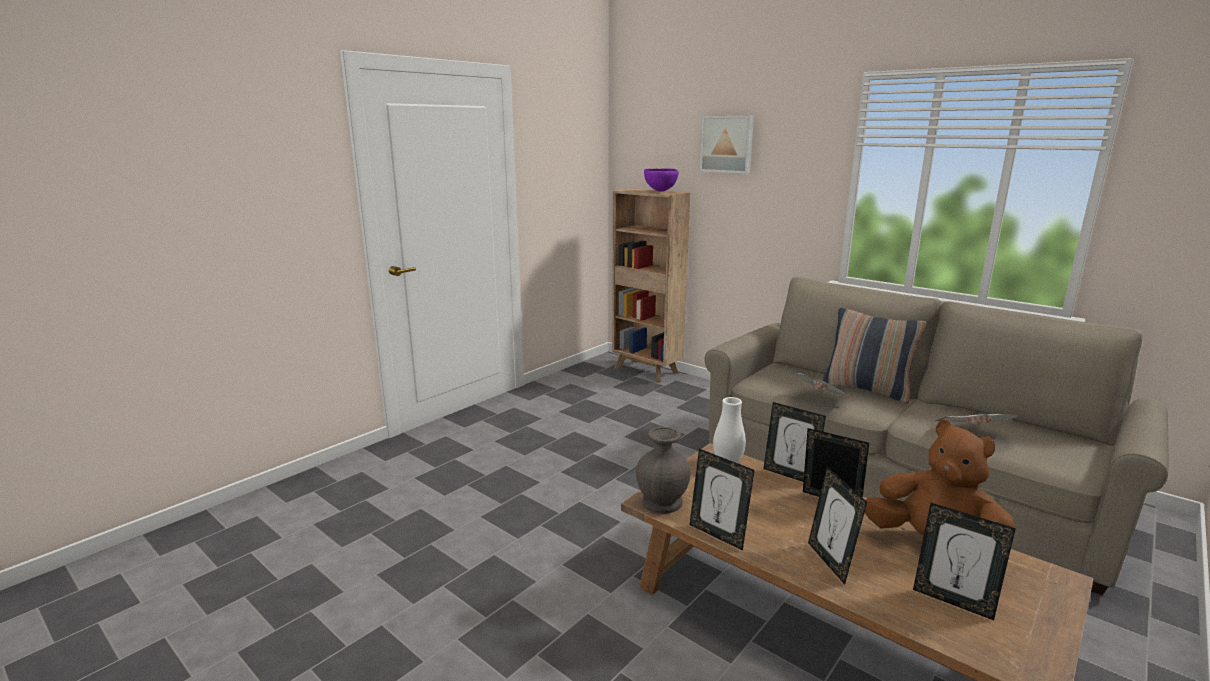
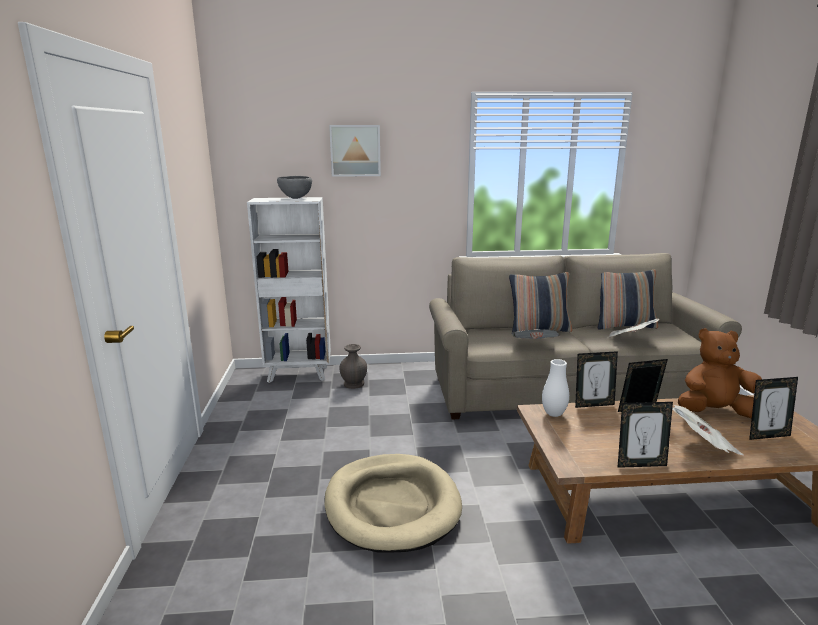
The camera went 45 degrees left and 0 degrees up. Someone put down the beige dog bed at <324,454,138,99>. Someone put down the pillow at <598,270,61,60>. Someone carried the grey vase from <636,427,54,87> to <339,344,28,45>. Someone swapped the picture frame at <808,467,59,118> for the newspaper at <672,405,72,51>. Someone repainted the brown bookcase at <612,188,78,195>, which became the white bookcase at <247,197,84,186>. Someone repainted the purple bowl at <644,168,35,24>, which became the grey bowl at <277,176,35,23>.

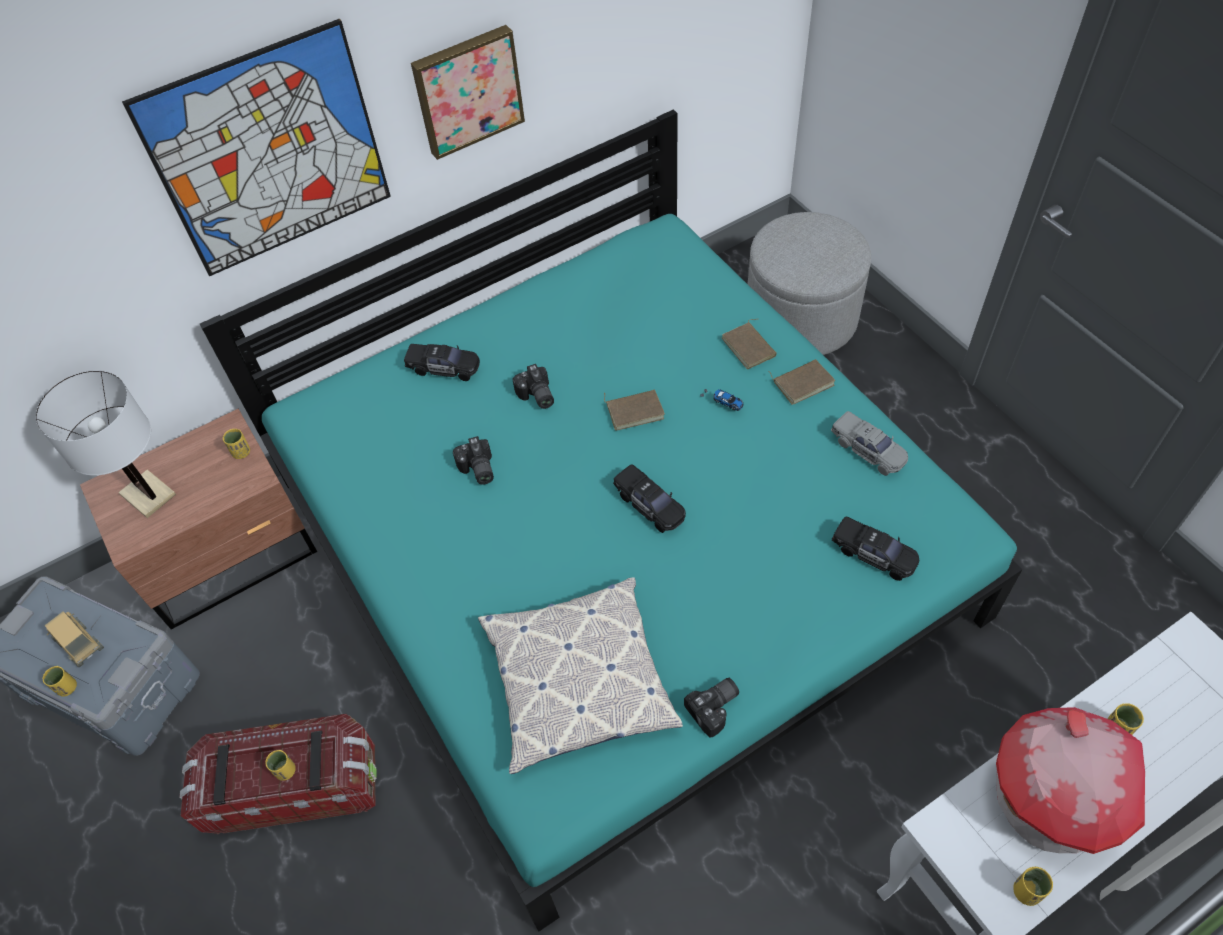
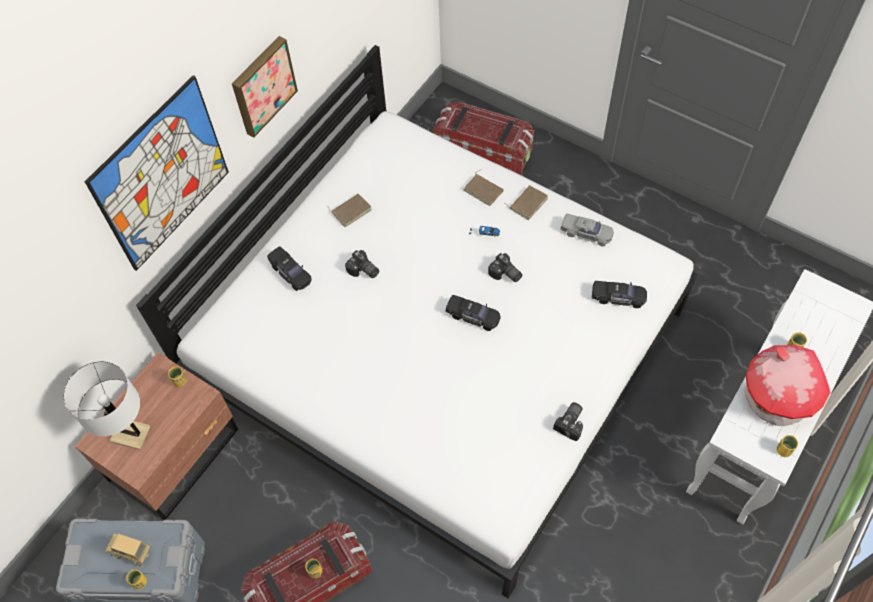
The camera went 25 degrees left and 5 degrees up. Someone took away the pillow at <478,577,205,197>. Someone carried the photo camera from <453,436,41,49> to <488,253,34,29>. Someone carried the brown book from <604,389,61,41> to <327,194,45,33>. Someone swapped the grey ottoman at <748,212,123,143> for the storage box at <433,101,101,74>. Someone repainted the turquoise bed at <200,109,823,823>, which became the white bed at <136,45,561,553>. Someone rotated the black toy car at <404,344,76,37> by 60 degrees clockwise.

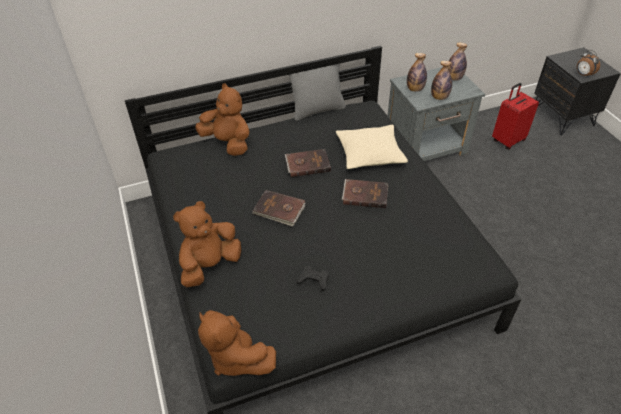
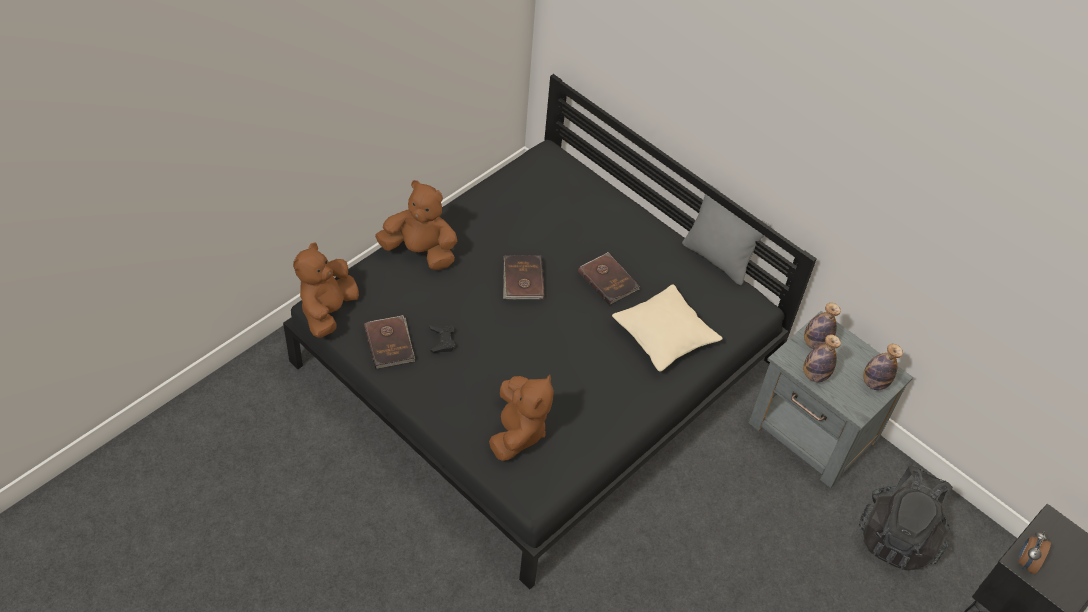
The camera went 60 degrees right and 5 degrees up. Someone carried the brown plush toy from <195,83,55,73> to <489,374,65,87>. Someone carried the brown book from <342,179,47,29> to <364,315,51,54>. Someone swapped the red suitcase at <492,83,47,67> for the black backpack at <859,464,94,107>.

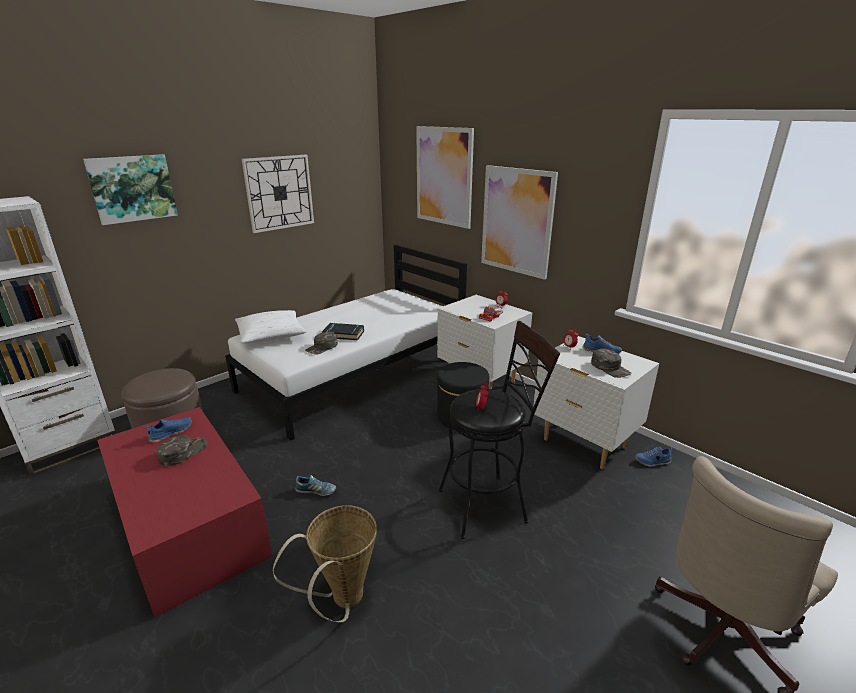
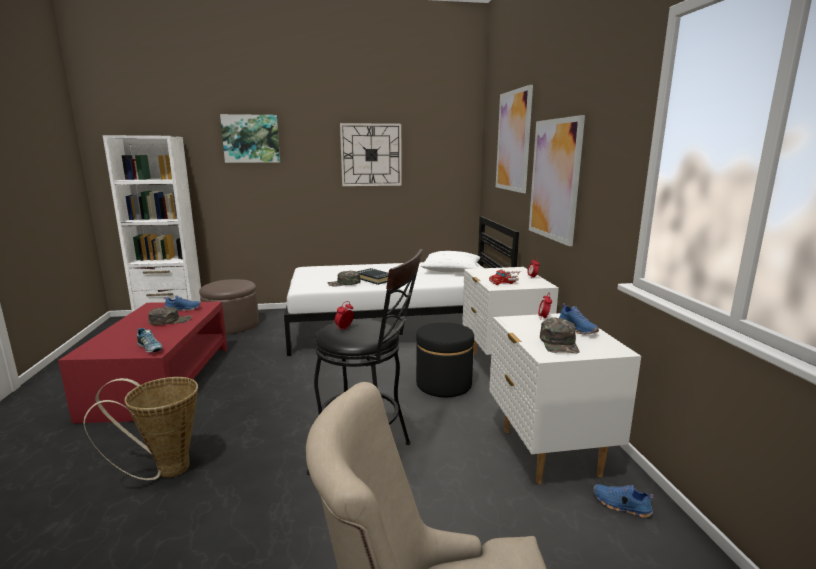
The camera went 35 degrees right and 10 degrees down. Someone carried the white pillow from <235,310,72,33> to <421,251,60,22>. Someone carried the shoe from <295,475,41,21> to <137,328,26,25>.

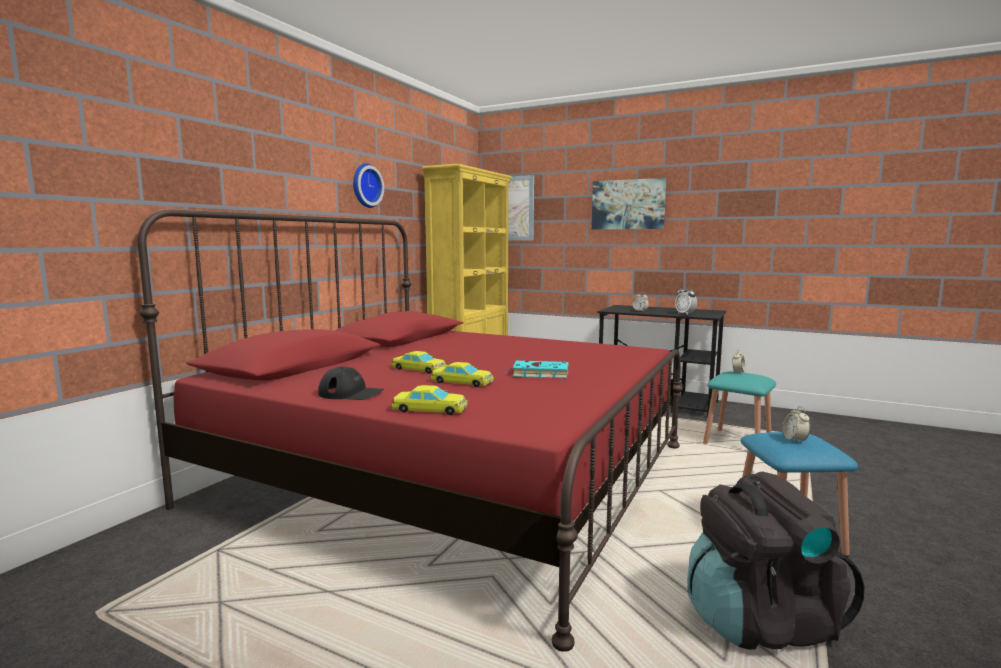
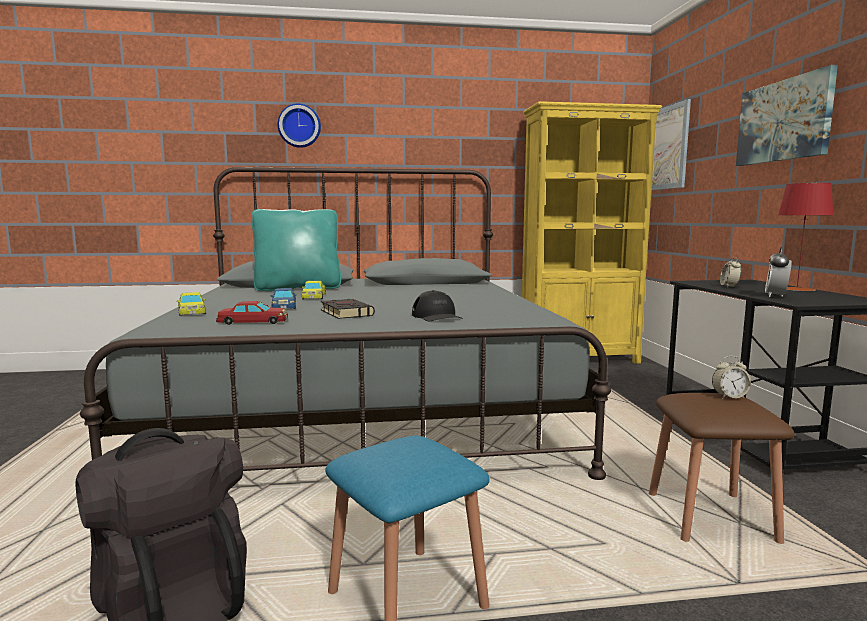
The camera went 55 degrees right and 0 degrees up. Someone took away the alarm clock at <783,406,27,37>. Someone put down the red toy car at <216,301,72,24>. Someone put down the turquoise pillow at <251,209,90,82>. Someone put down the red table lamp at <778,183,55,108>. Someone carried the black cap from <318,367,66,33> to <412,290,51,31>. Someone carried the wall clock from <353,163,31,45> to <278,104,43,44>. Someone repainted the red bed at <138,209,545,443>, which became the grey bed at <80,167,531,313>. Someone repainted the yellow toy car at <430,362,64,25>, which became the blue toy car at <271,288,25,21>. Someone repainted the turquoise book at <504,361,65,17>, which became the black book at <321,299,54,20>. Someone repainted the turquoise stool at <703,371,73,73>, which became the brown stool at <649,393,146,151>.

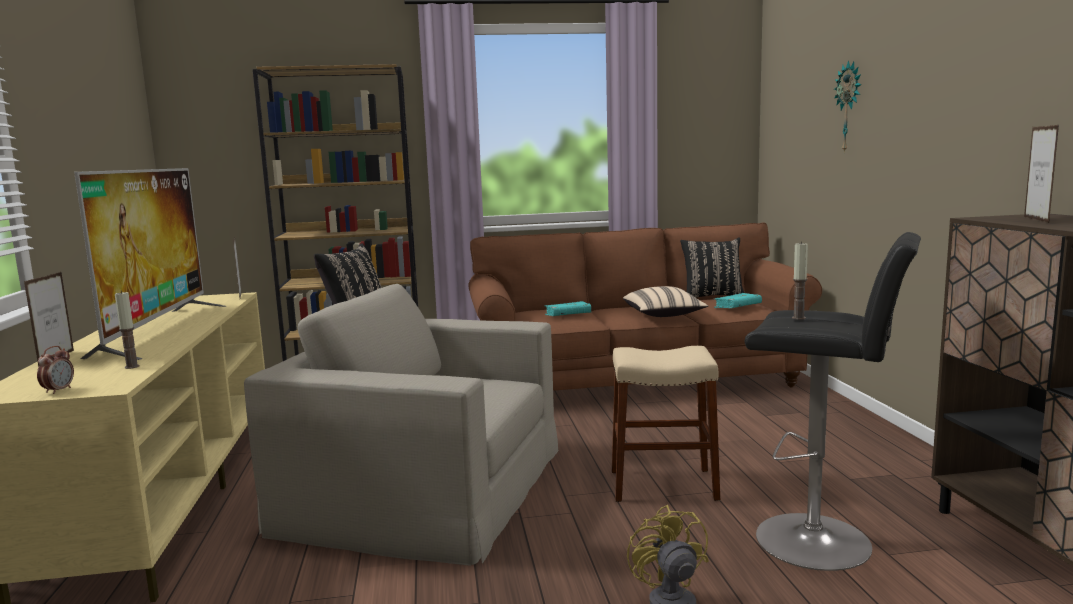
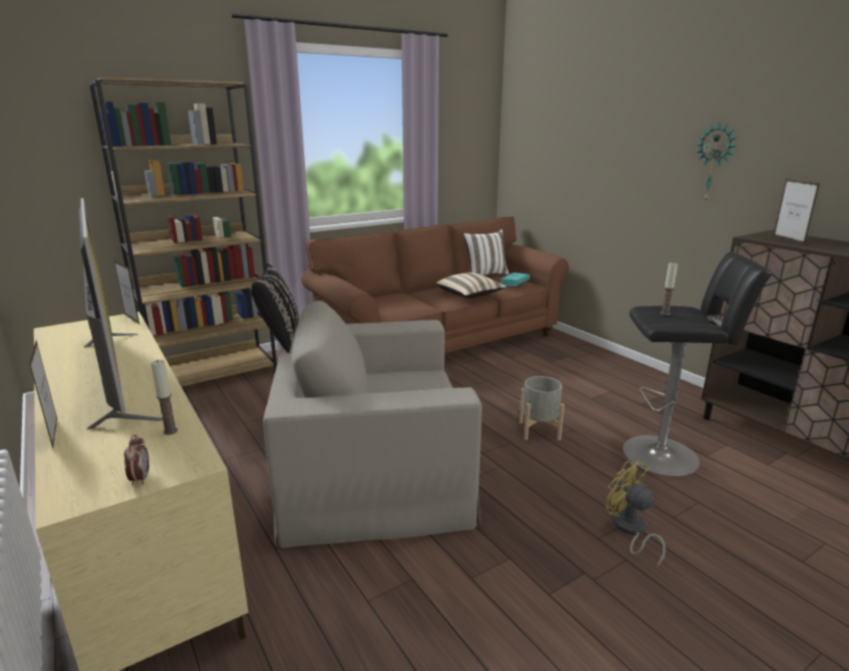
The camera went 25 degrees left and 10 degrees up. Someone took away the turquoise book at <545,301,46,15>. Someone carried the wall clock from <834,61,28,92> to <696,123,41,80>. Someone swapped the beige stool at <612,346,108,156> for the grey planter at <519,376,45,64>. Someone repainted the black pillow at <680,237,64,61>, which became the white pillow at <464,229,45,46>.

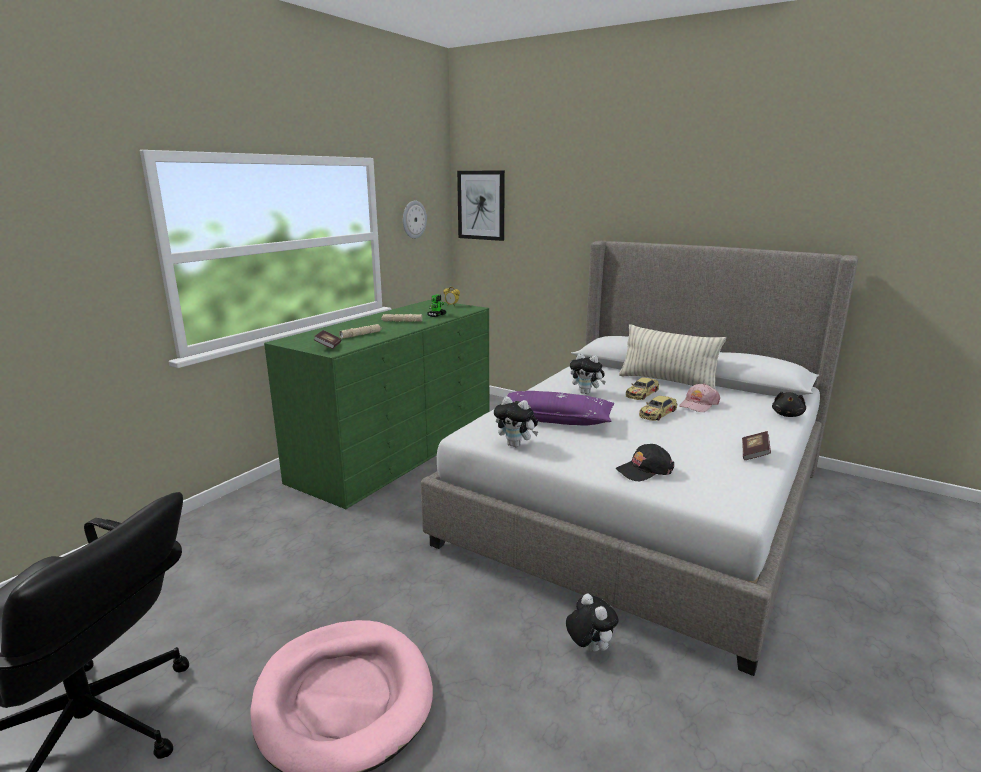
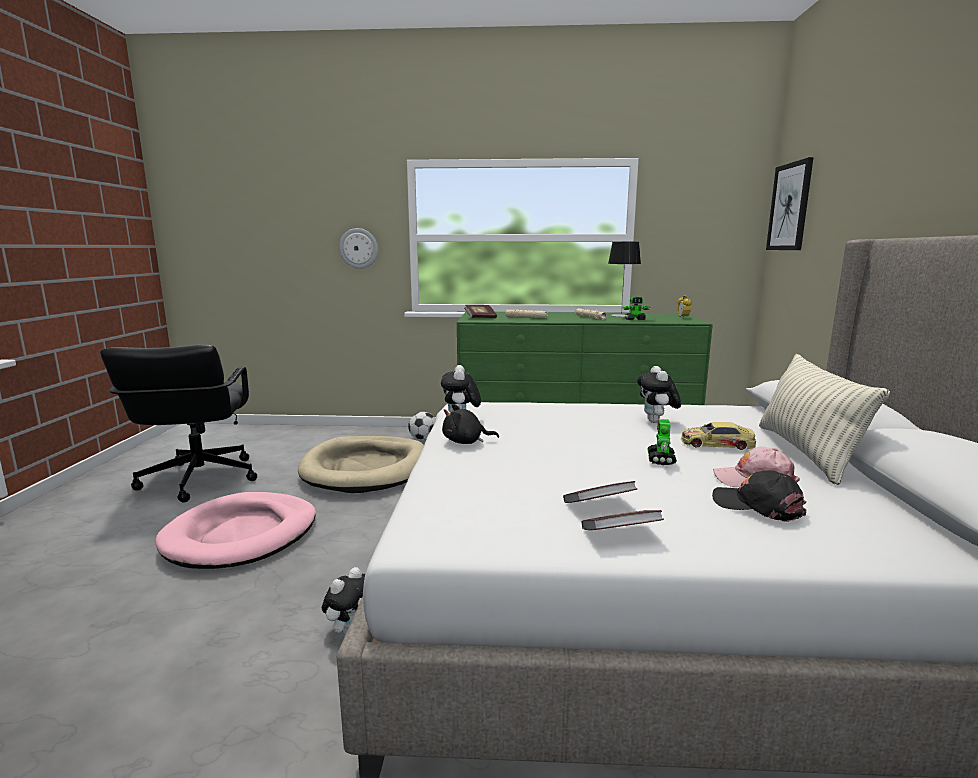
The camera went 60 degrees right and 5 degrees down. Someone took away the purple pillow at <507,391,107,34>. Someone put down the beige dog bed at <298,436,126,57>. Someone put down the football at <408,412,27,28>. Someone put down the book at <563,481,74,22>. Someone put down the table lamp at <608,242,33,75>. Someone carried the wall clock from <403,200,24,39> to <339,228,39,41>. Someone carried the black cap from <616,444,58,37> to <712,470,94,52>. Someone carried the black plush toy from <772,391,34,26> to <442,404,57,40>. Someone swapped the toy car at <639,396,38,25> for the toy robot at <647,419,30,46>.

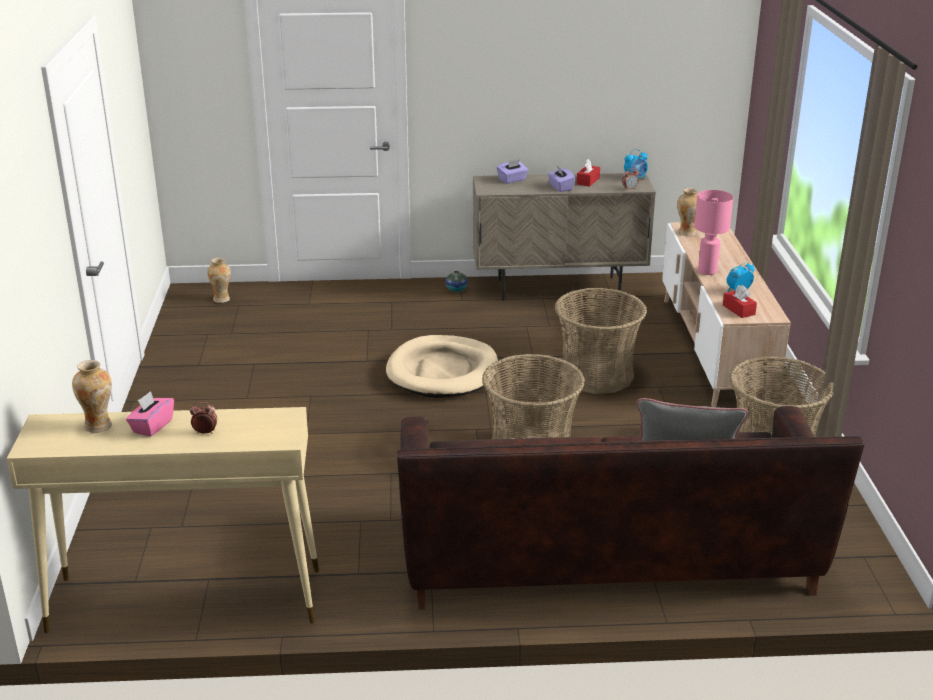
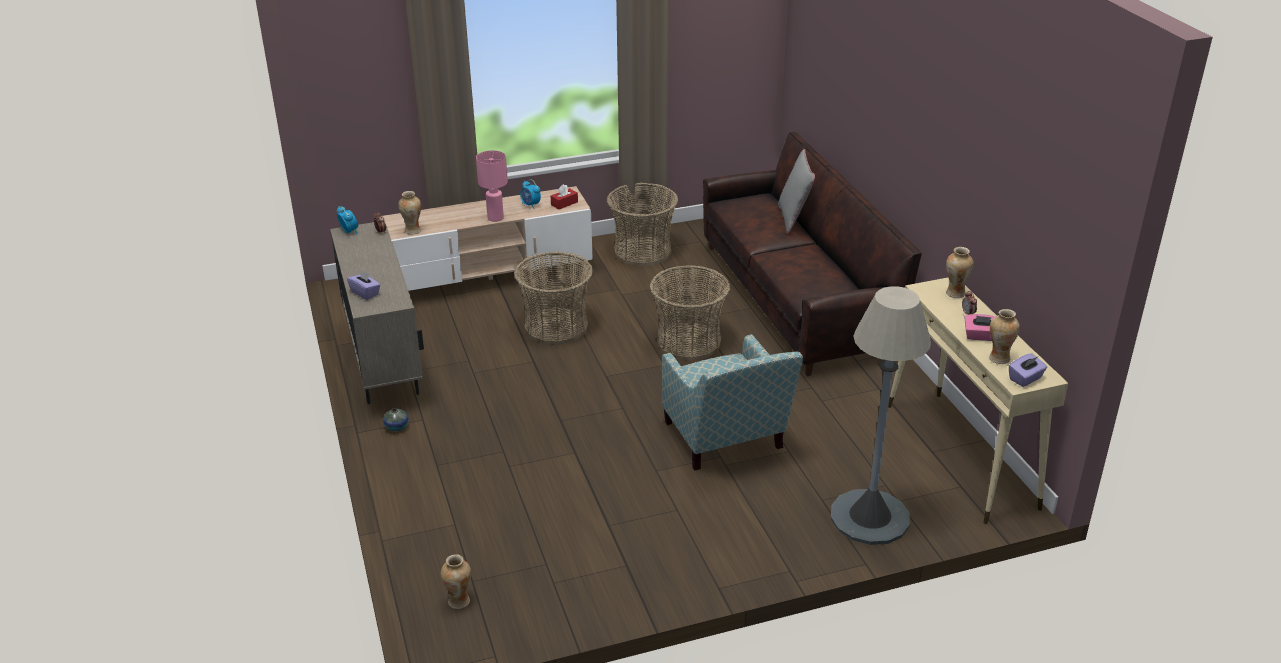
The camera went 105 degrees left and 5 degrees up. Someone took away the beige dog bed at <386,335,112,63>. Someone took away the red tissue box at <577,159,23,28>. Someone put down the armchair at <662,334,141,137>. Someone put down the grey floor lamp at <831,286,100,259>. Someone put down the vase at <946,247,28,51>. Someone carried the purple tissue box from <548,166,27,26> to <1009,354,38,33>.

